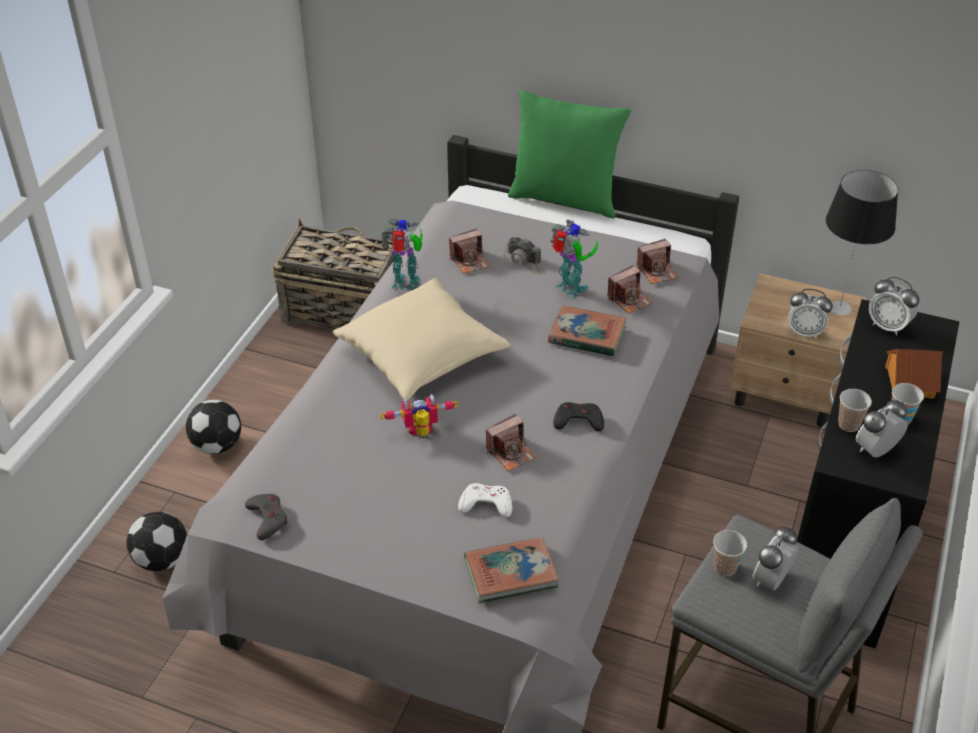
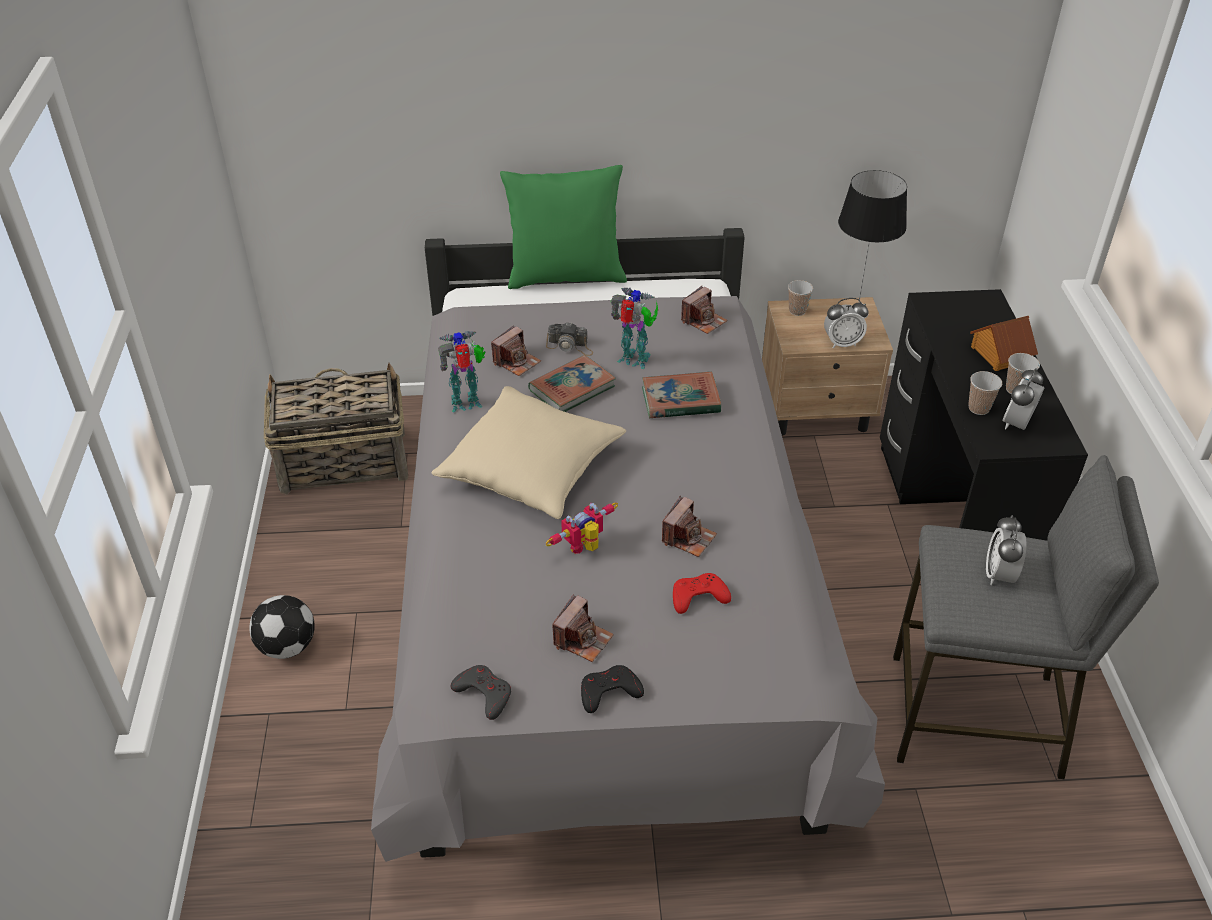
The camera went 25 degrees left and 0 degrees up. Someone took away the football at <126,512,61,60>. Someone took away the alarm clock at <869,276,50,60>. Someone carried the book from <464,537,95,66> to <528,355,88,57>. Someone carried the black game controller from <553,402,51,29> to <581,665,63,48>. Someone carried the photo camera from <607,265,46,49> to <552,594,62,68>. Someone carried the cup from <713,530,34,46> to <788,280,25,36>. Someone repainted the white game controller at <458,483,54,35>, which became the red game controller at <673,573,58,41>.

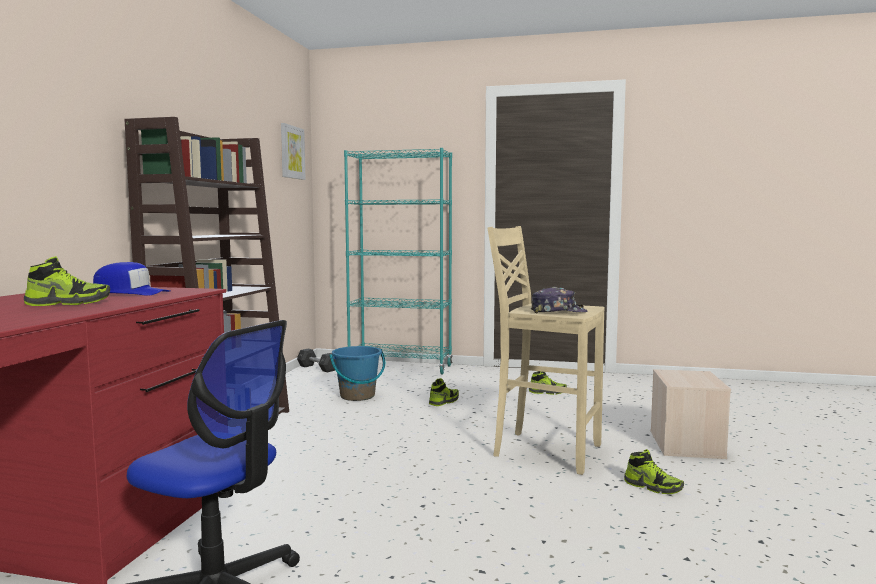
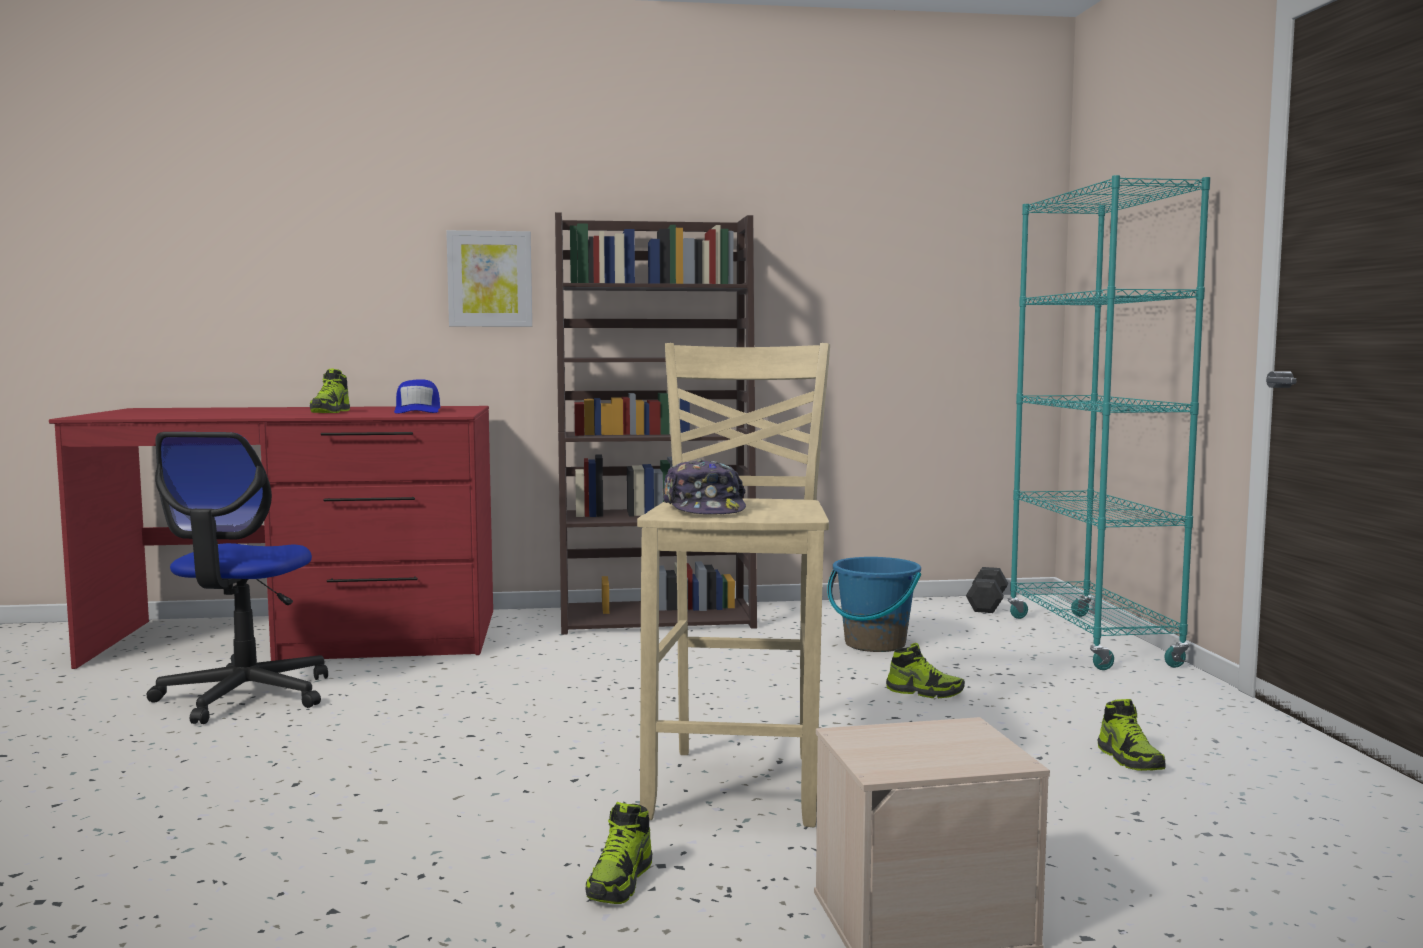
The camera went 70 degrees right and 0 degrees up. Someone carried the picture from <281,123,25,57> to <446,230,86,97>. Someone rotated the shoe at <24,256,86,50> by 45 degrees clockwise.

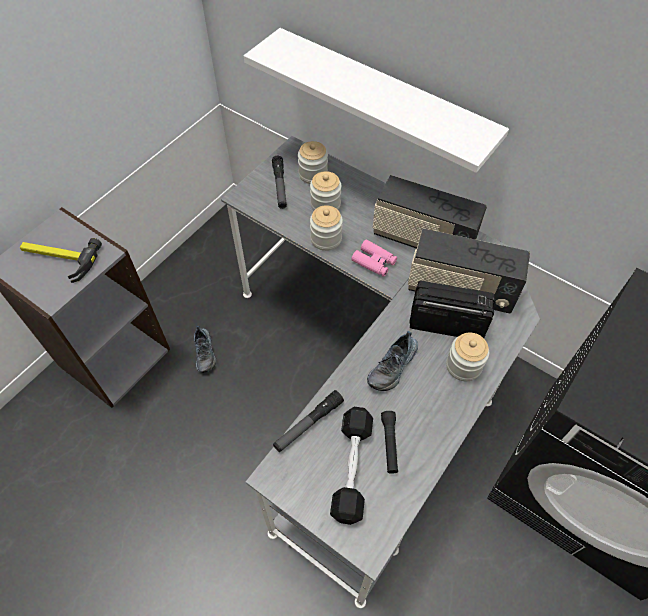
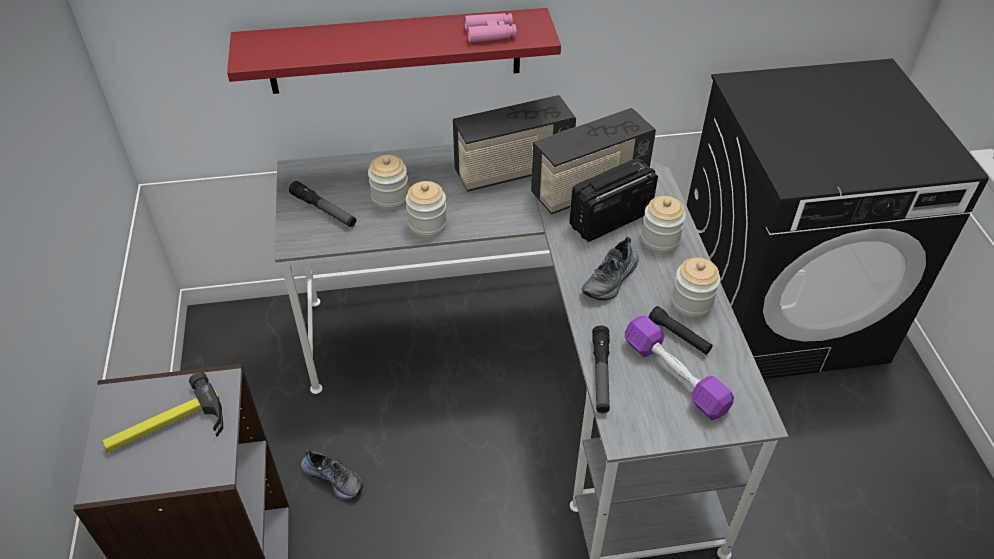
The camera went 45 degrees left and 10 degrees down. Someone carried the jar from <298,141,30,43> to <671,257,50,61>. Someone carried the pink binoculars from <351,240,46,37> to <465,13,52,29>. Someone repainted the white shelf at <244,28,265,145>, which became the red shelf at <227,8,334,86>. Someone repainted the black dumbbell at <330,407,43,118>, which became the purple dumbbell at <625,316,109,104>. Someone rotated the shoe at <367,331,51,60> by 45 degrees clockwise.

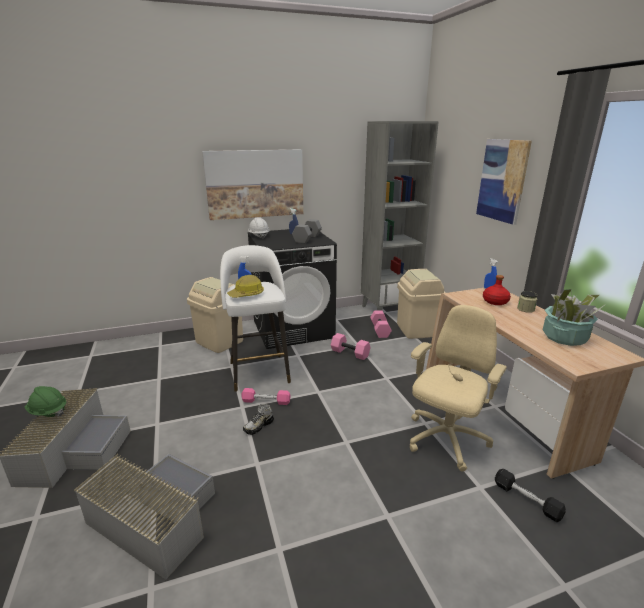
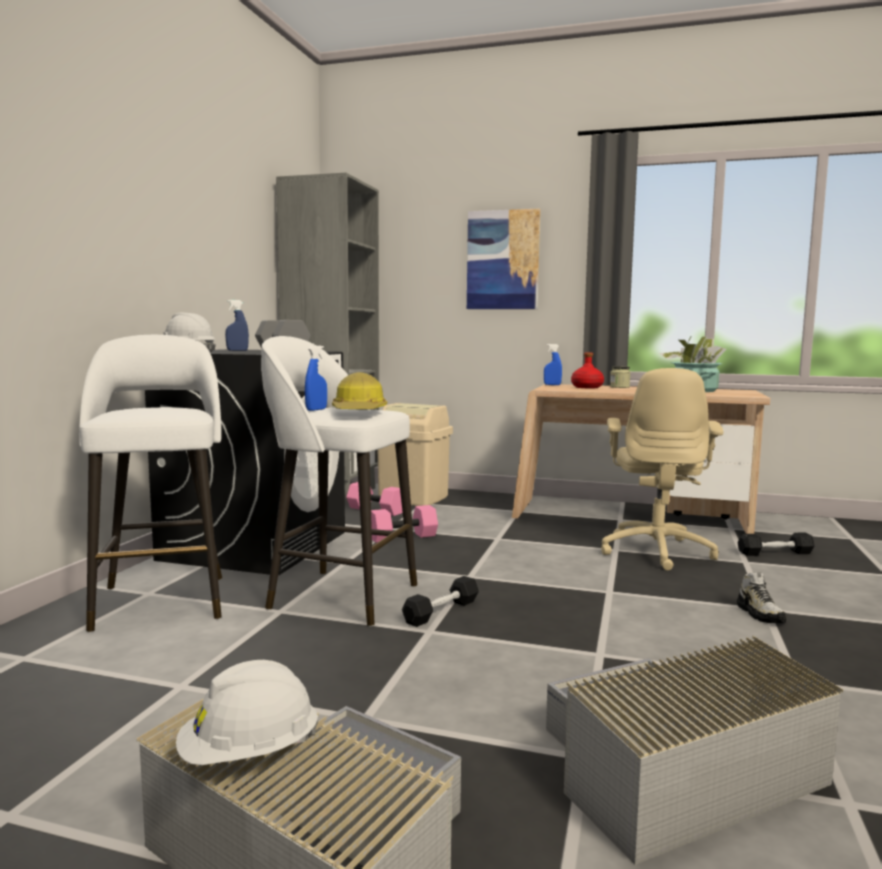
The camera went 55 degrees left and 15 degrees down. Someone took away the picture at <202,149,101,71>. Someone carried the shoe from <243,404,31,31> to <737,573,50,50>. Someone swapped the beige trash can at <187,277,56,76> for the white stool at <79,335,143,297>. Someone repainted the green hard hat at <24,386,42,31>, which became the white hard hat at <176,660,142,105>. Someone repainted the pink dumbbell at <241,388,49,17>, which became the black dumbbell at <402,576,77,51>. Someone rotated the beige office chair at <409,305,98,166> by 150 degrees counterclockwise.

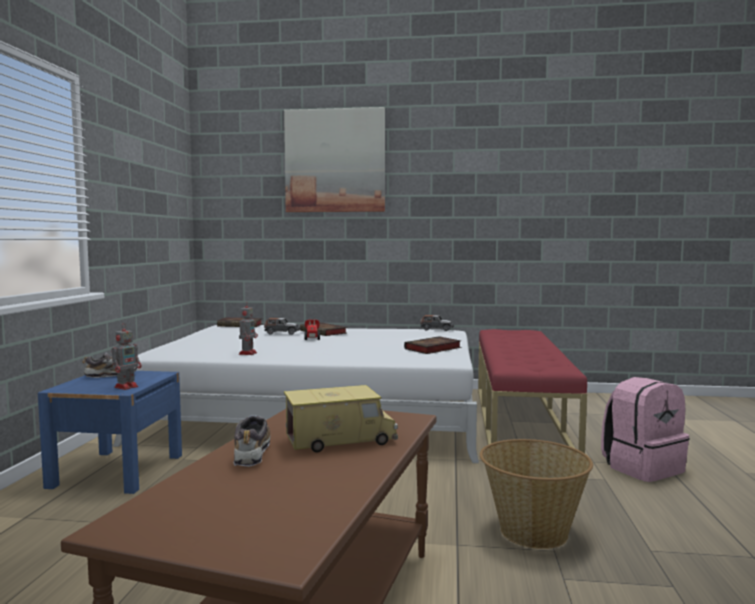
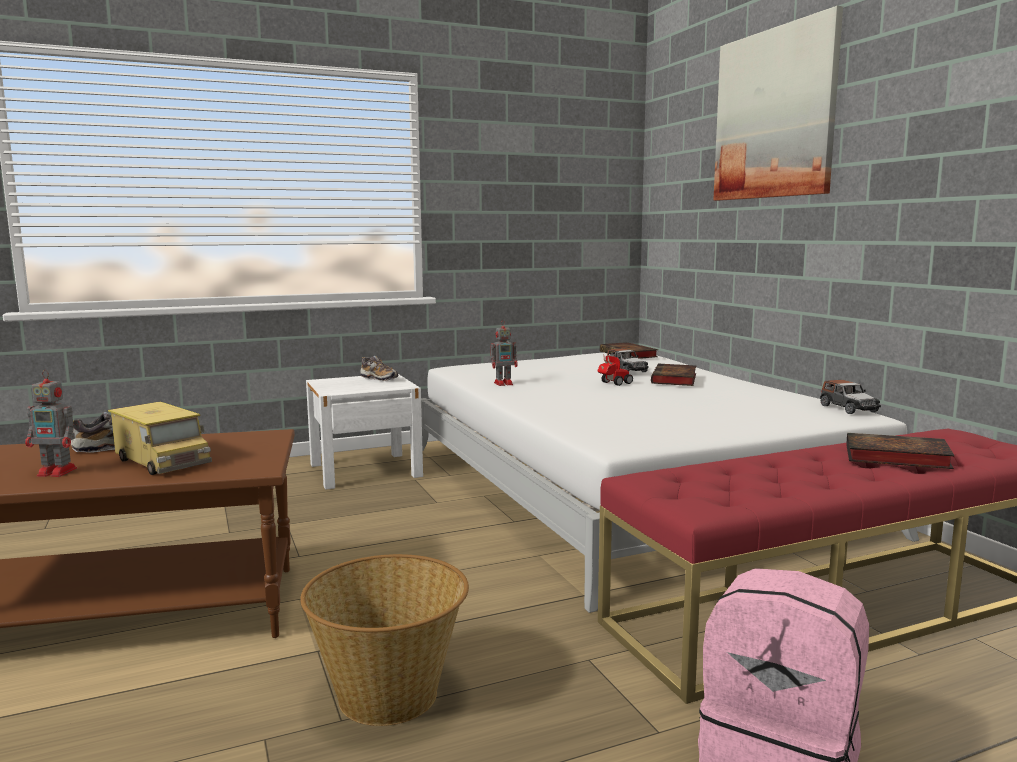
The camera went 60 degrees right and 5 degrees up. Someone carried the toy robot from <112,324,29,66> to <25,370,55,107>. Someone carried the book from <404,336,57,18> to <847,433,107,36>. Someone repainted the blue nightstand at <38,371,144,123>, which became the white nightstand at <306,374,117,116>.

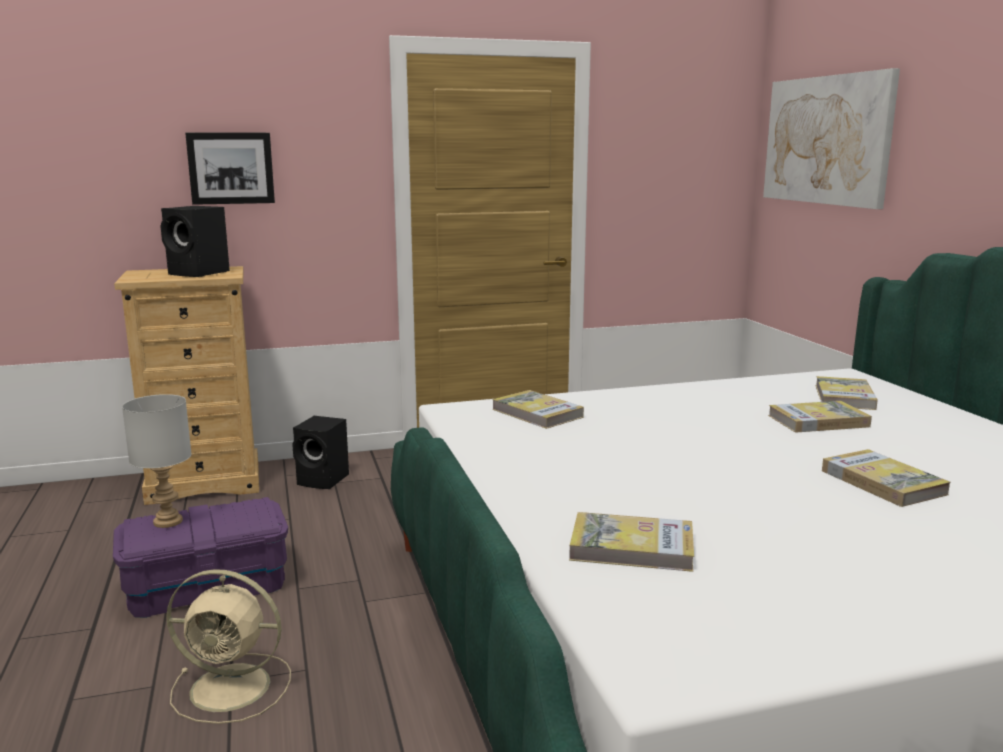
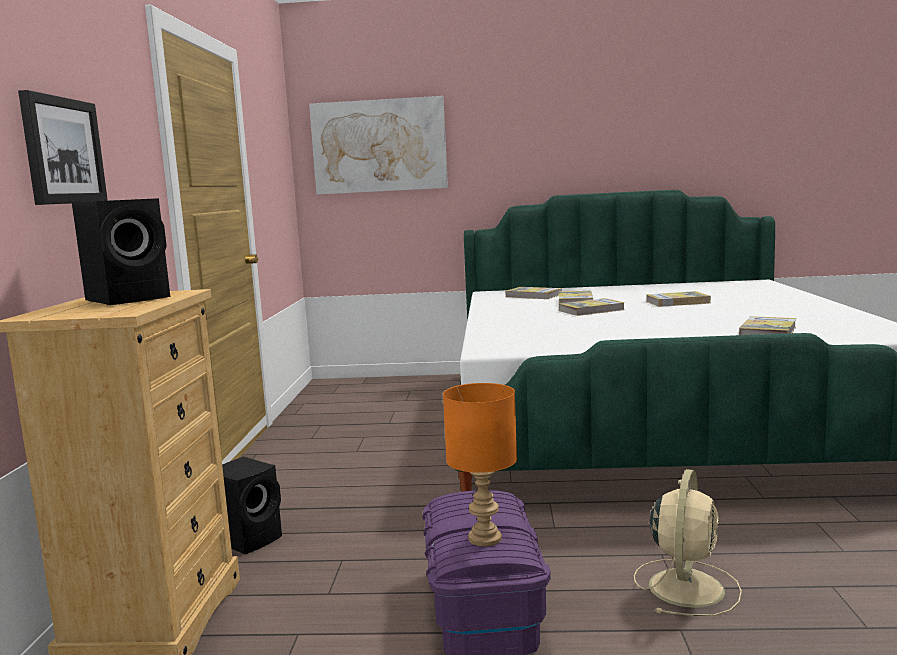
The camera went 70 degrees left and 5 degrees down. Someone carried the book from <492,390,92,39> to <559,298,66,18>. Someone repainted the grey table lamp at <122,394,70,134>, which became the orange table lamp at <443,383,74,163>.

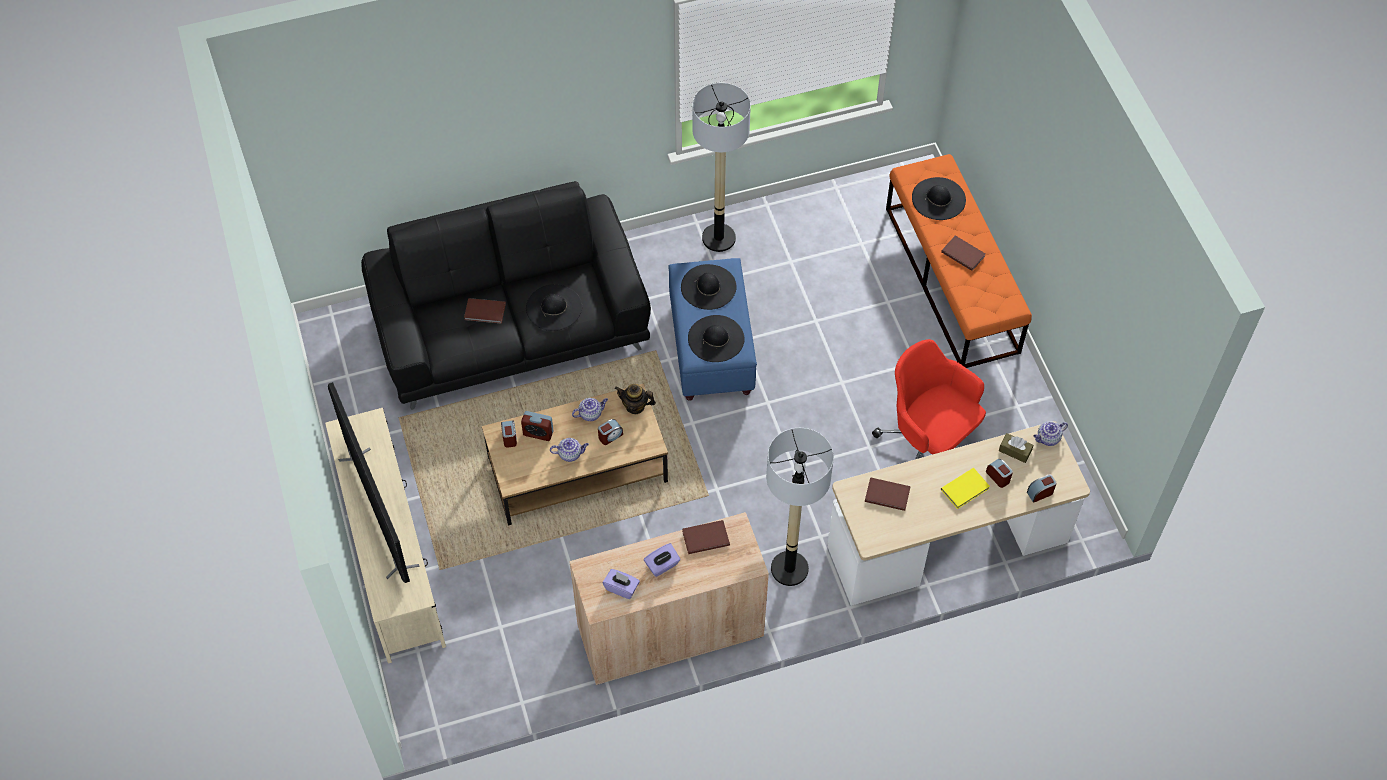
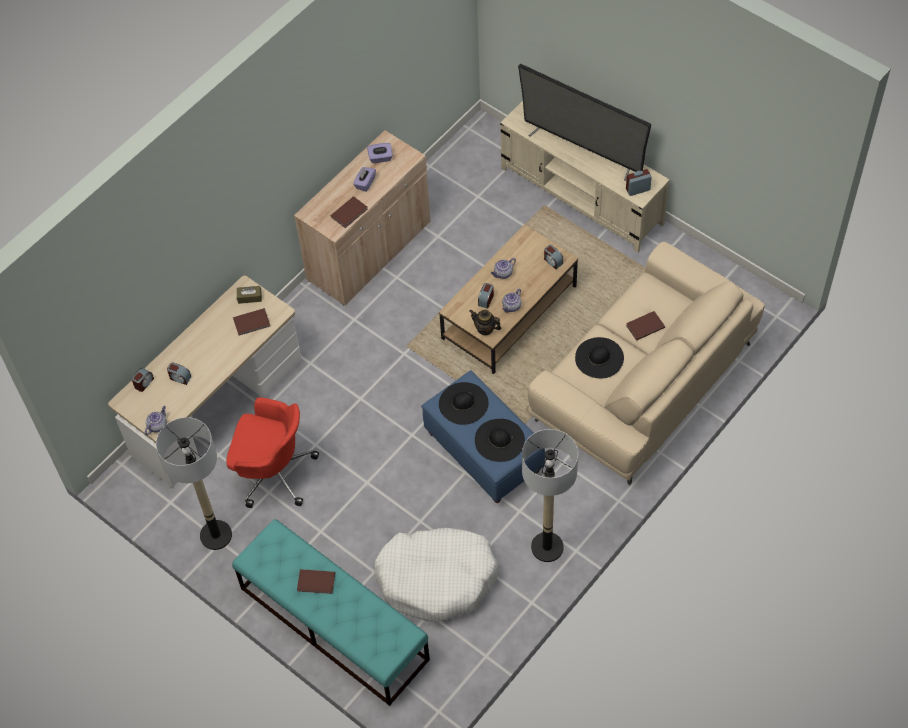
The camera went 150 degrees right and 0 degrees up. Someone took away the black hat at <912,177,54,43>. Someone took away the yellow book at <941,468,49,41>. Someone put down the white dog bed at <374,528,124,95>. Someone carried the alarm clock from <521,411,33,30> to <626,169,26,27>. Someone carried the floor lamp from <766,428,68,158> to <156,417,76,133>. Someone carried the brown tissue box from <999,433,34,30> to <237,286,25,18>. Someone repainted the black sofa at <361,181,290,229>, which became the beige sofa at <526,242,239,243>. Someone repainted the orange bench at <886,154,146,214>, which became the turquoise bench at <232,519,198,187>. Someone rotated the teapot at <615,384,41,30> by 135 degrees counterclockwise.

